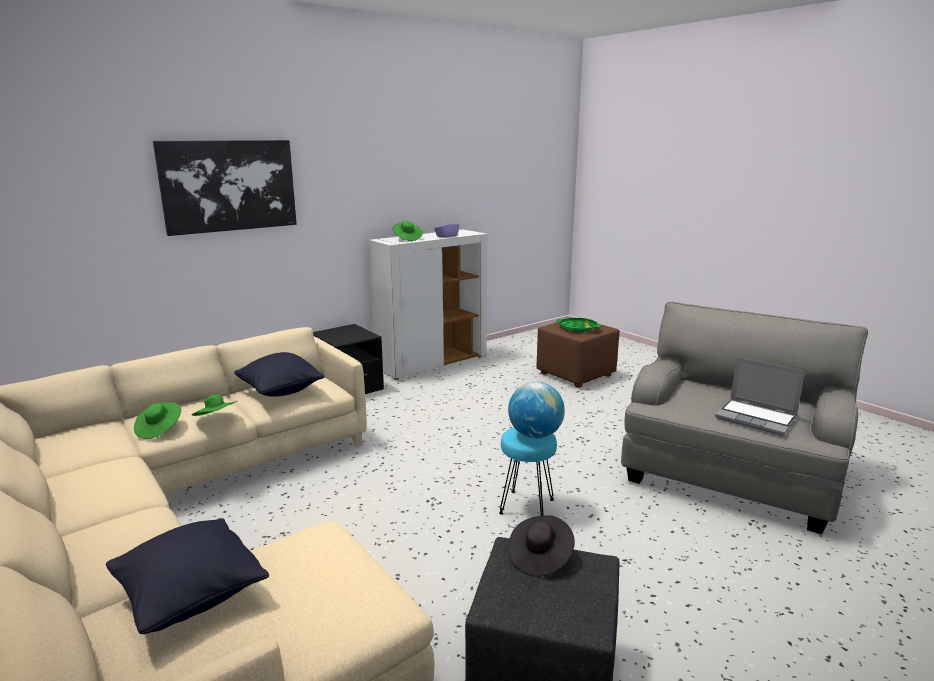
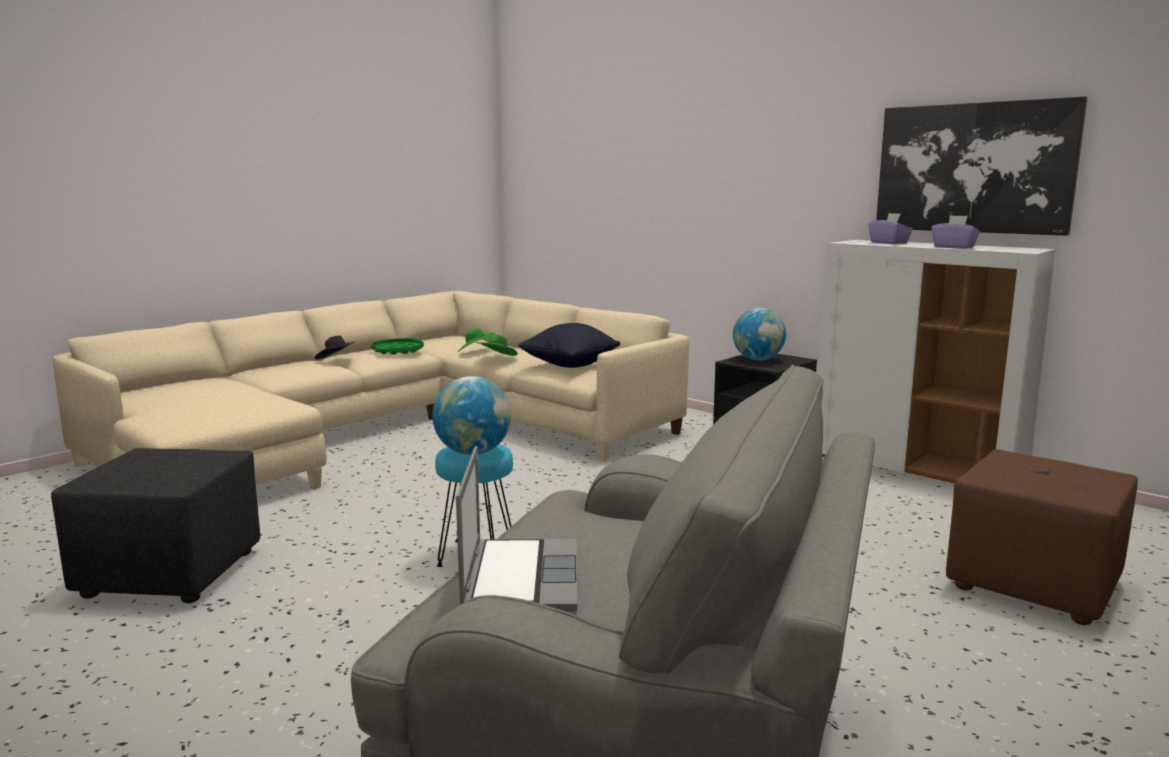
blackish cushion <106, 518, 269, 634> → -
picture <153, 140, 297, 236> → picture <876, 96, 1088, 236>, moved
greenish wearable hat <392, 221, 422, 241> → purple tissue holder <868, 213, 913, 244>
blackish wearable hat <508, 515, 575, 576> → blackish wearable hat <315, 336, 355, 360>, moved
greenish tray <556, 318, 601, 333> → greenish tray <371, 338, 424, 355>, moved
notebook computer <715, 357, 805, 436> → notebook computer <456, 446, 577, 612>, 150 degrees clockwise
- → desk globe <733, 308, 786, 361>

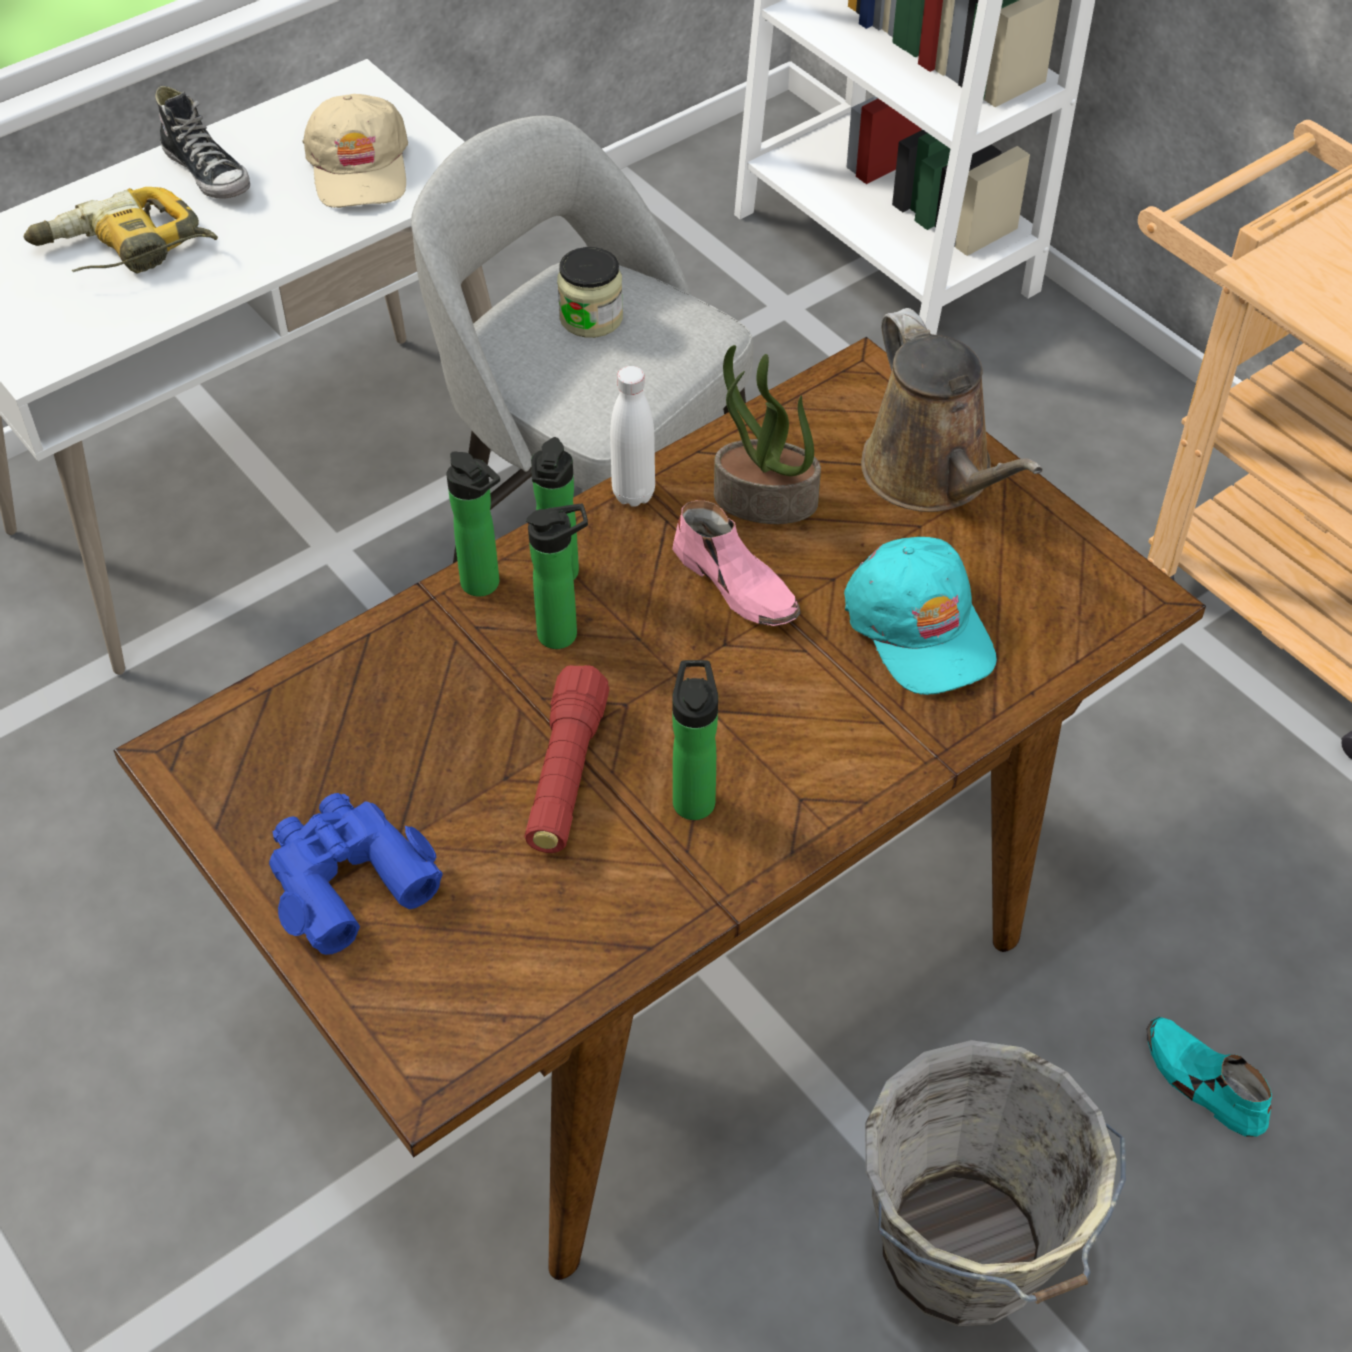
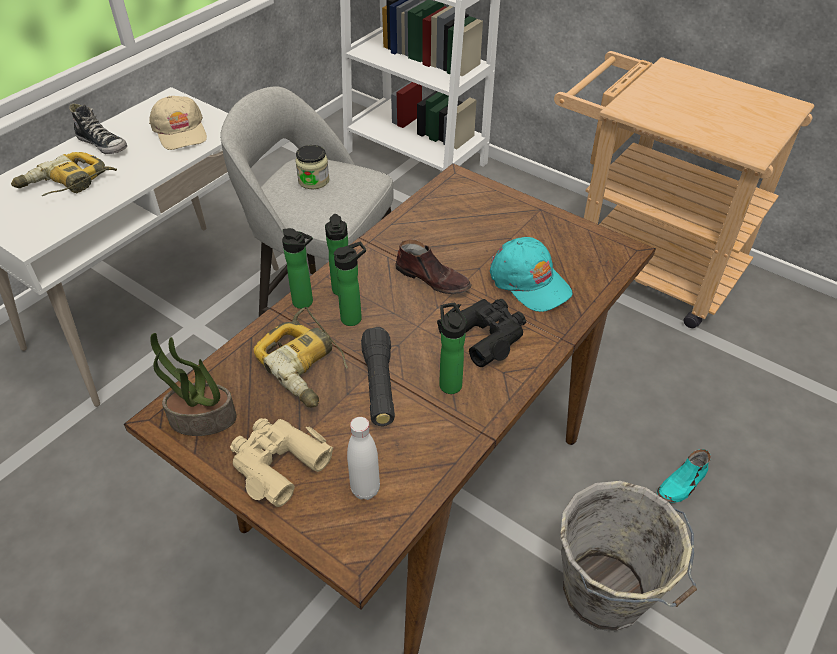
blue-coloured field glasses <269, 793, 443, 955> → sand-coloured field glasses <230, 418, 333, 507>
red-coloured torch <524, 665, 609, 853> → blackish torch <361, 327, 395, 426>
whitish drink bottle <610, 366, 655, 507> → whitish drink bottle <347, 417, 380, 500>, moved
pink shoe <672, 500, 801, 626> → brown-coloured shoe <395, 239, 472, 294>
houseplant <714, 345, 821, 524> → houseplant <150, 333, 237, 436>, moved
brown-coloured sprinkling can <861, 308, 1043, 512> → -
turquoise shoe <1147, 1017, 1272, 1137> → turquoise shoe <657, 449, 711, 503>, 75 degrees counterclockwise
- → power drill <253, 307, 348, 408>
- → blackish field glasses <437, 299, 526, 367>

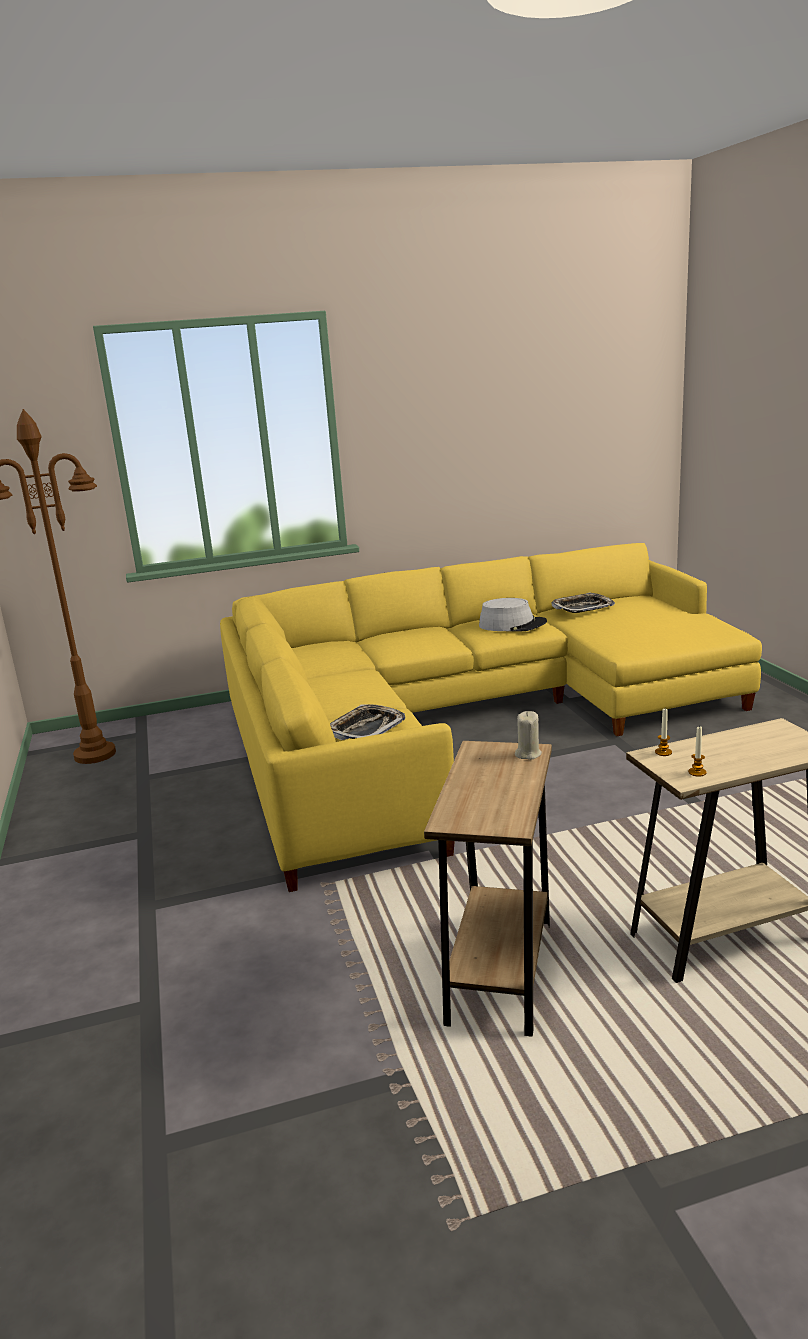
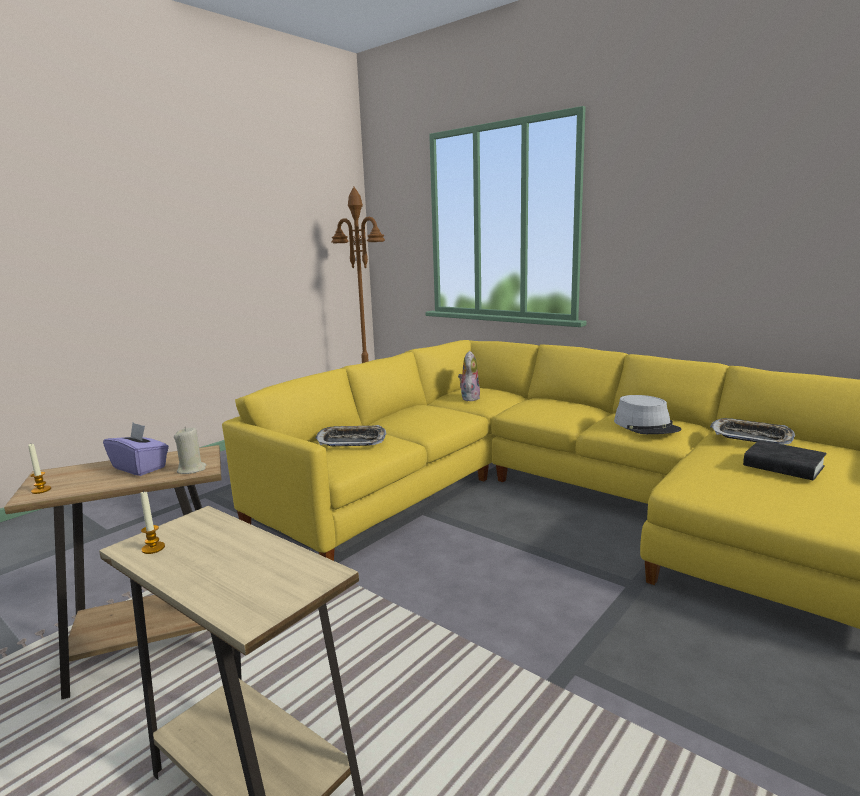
wax candle <655, 709, 672, 756> → wax candle <28, 444, 51, 494>, moved
- → purple tissue holder <103, 423, 169, 476>
- → cuddly toy <458, 351, 480, 401>
- → blackish bound book <743, 440, 827, 481>

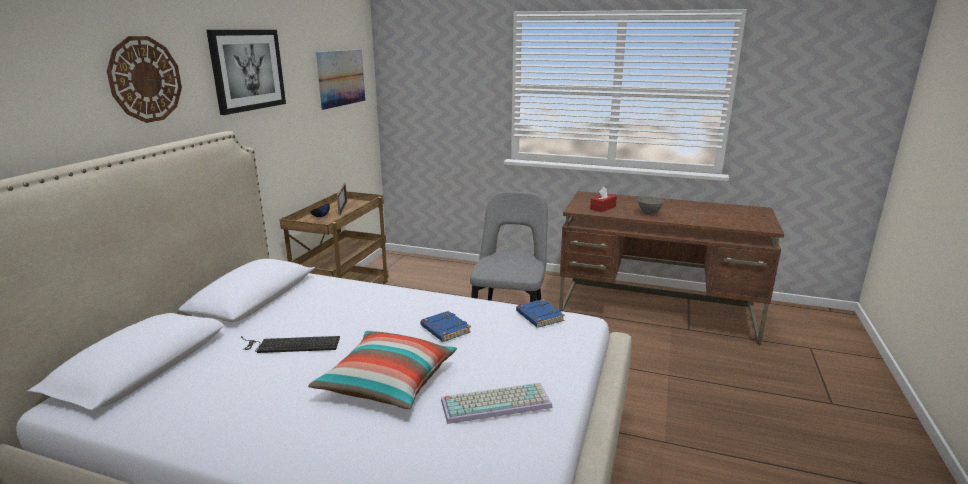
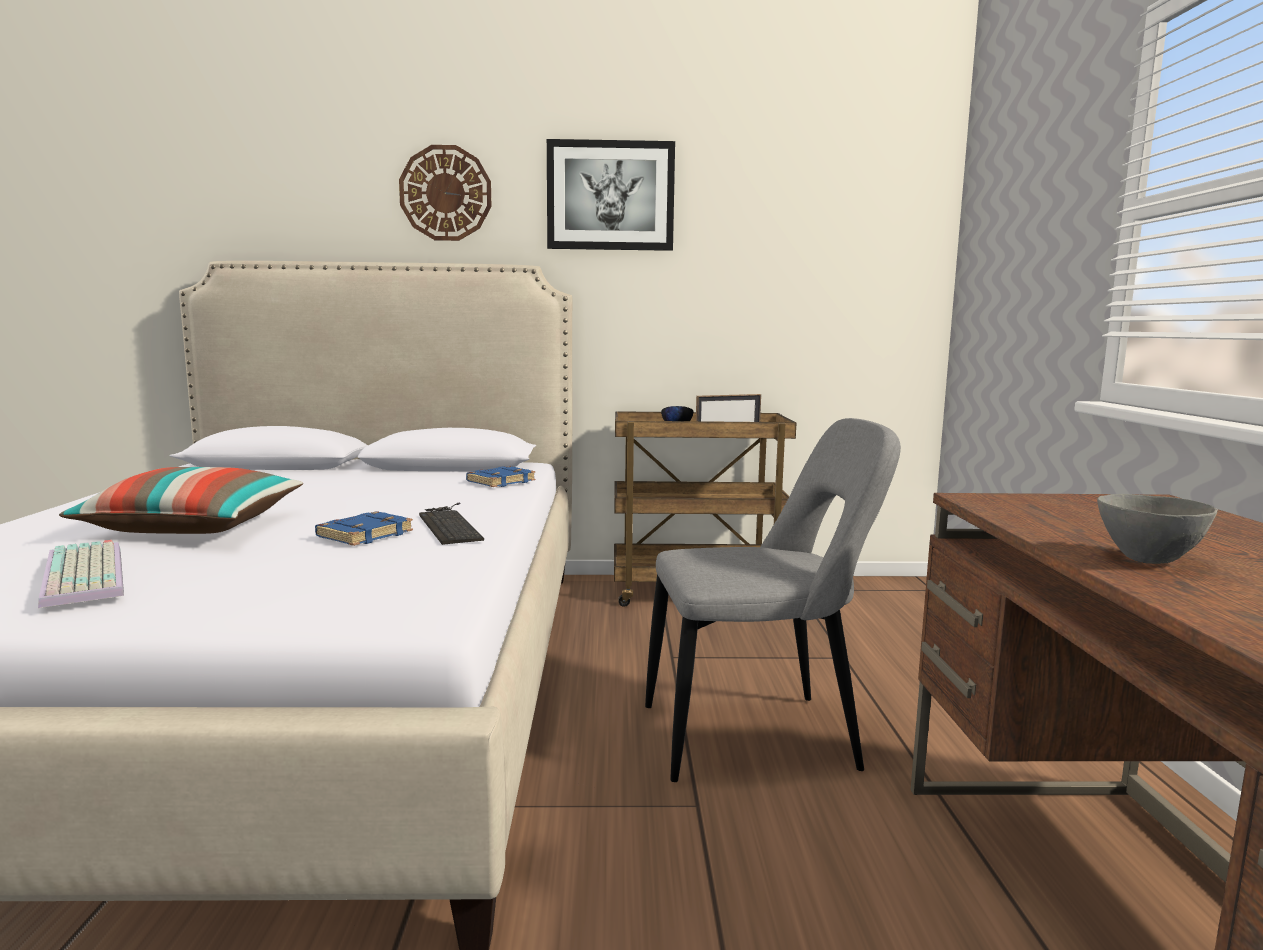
PC keyboard <241, 336, 340, 353> → PC keyboard <419, 503, 484, 545>, moved
picture <316, 50, 365, 110> → -
blue-coloured bound book <516, 299, 565, 328> → blue-coloured bound book <466, 466, 536, 487>, moved
red-coloured tissue holder <590, 186, 617, 212> → -

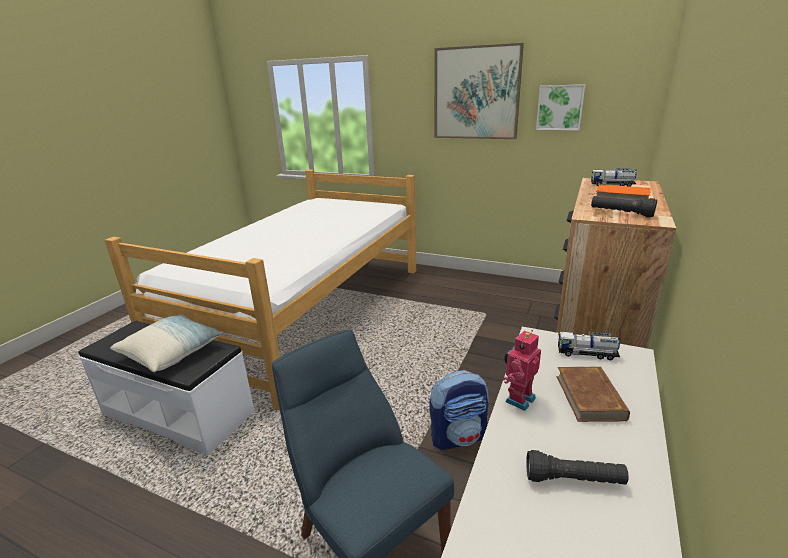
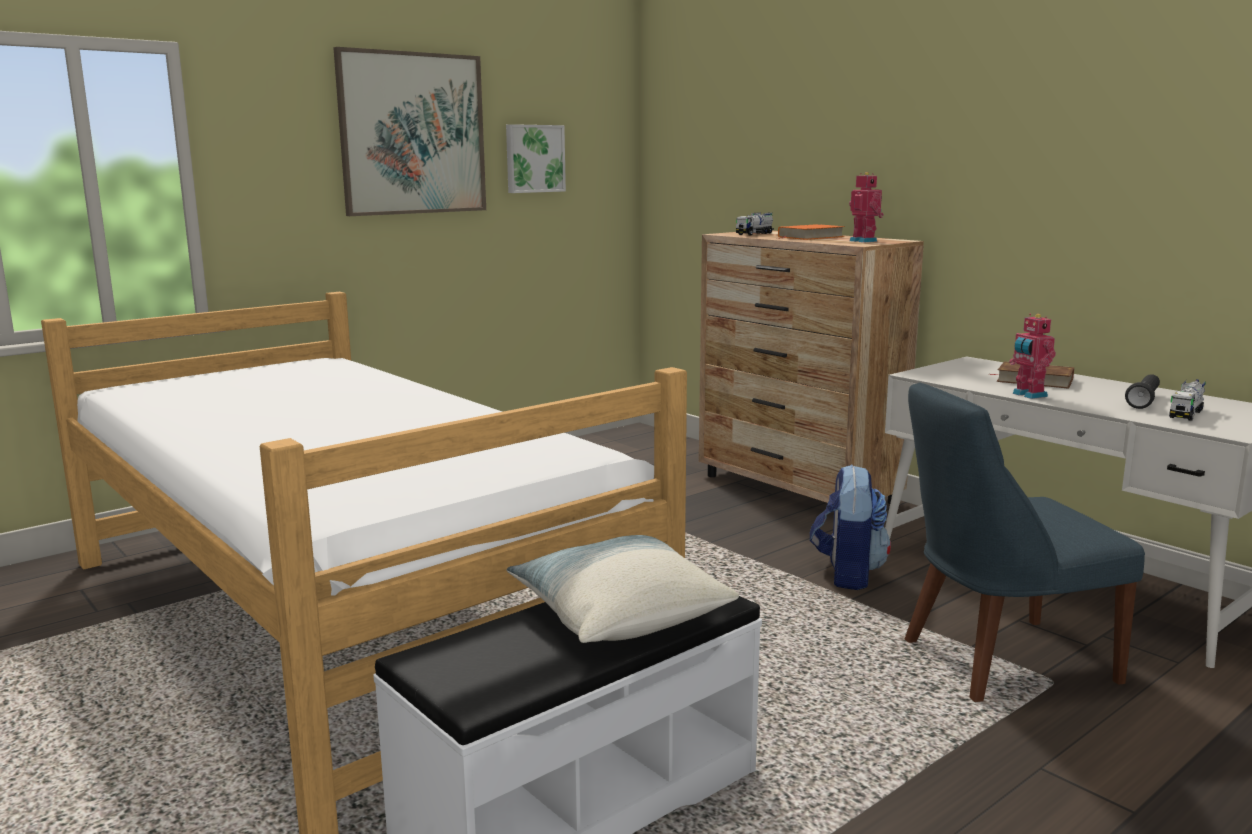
toy lorry <558, 331, 620, 360> → toy lorry <1169, 380, 1206, 421>, moved
blackish torch <591, 196, 657, 218> → toy robot <849, 172, 884, 243>

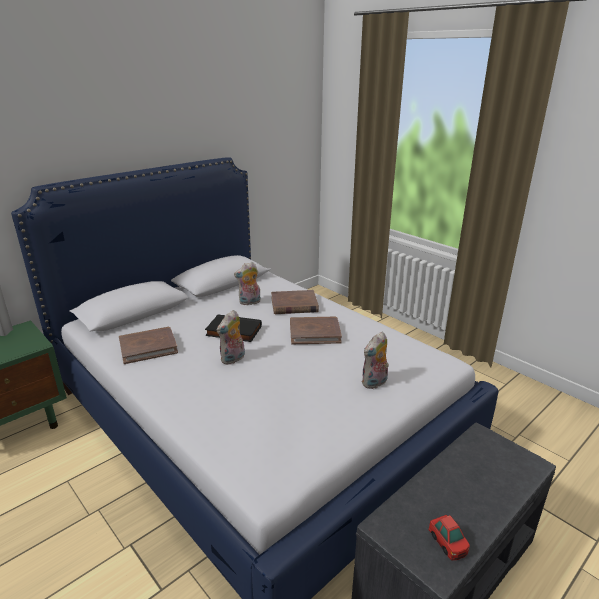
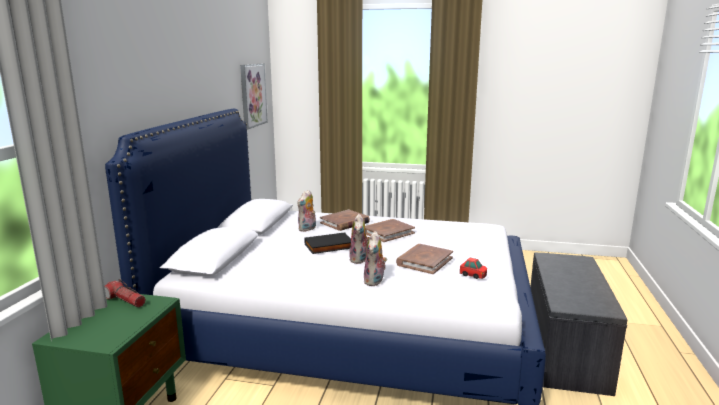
brown-coloured bound book <119, 327, 178, 364> → brown-coloured bound book <396, 244, 453, 274>, moved
cuddly toy <362, 331, 389, 389> → cuddly toy <364, 231, 387, 286>, moved
miniature car <429, 515, 470, 560> → miniature car <460, 258, 487, 279>, moved
- → torch <105, 279, 146, 307>
- → picture <240, 64, 268, 129>

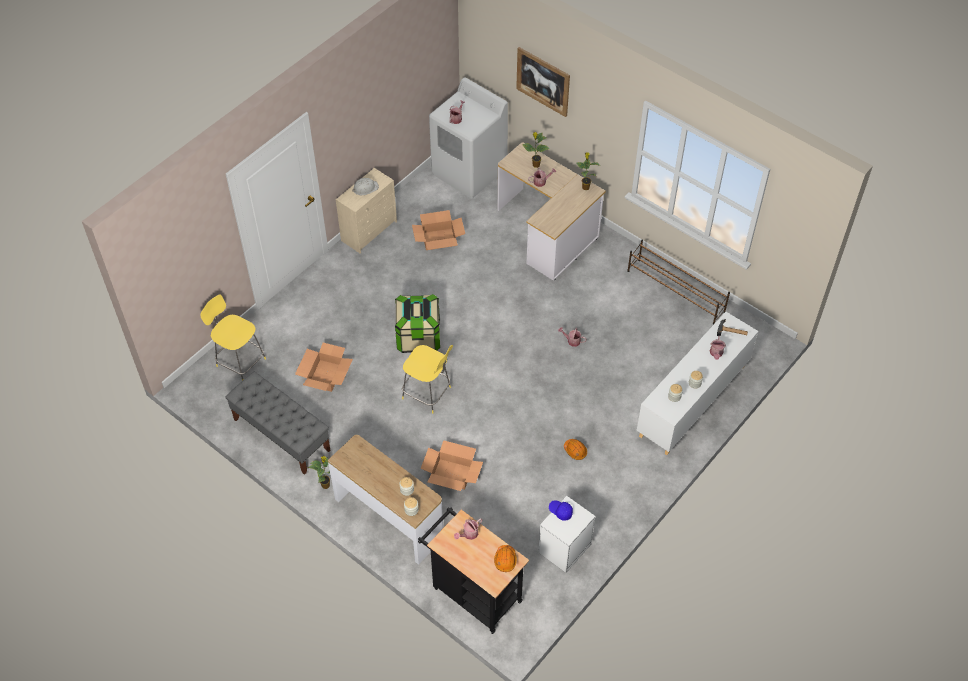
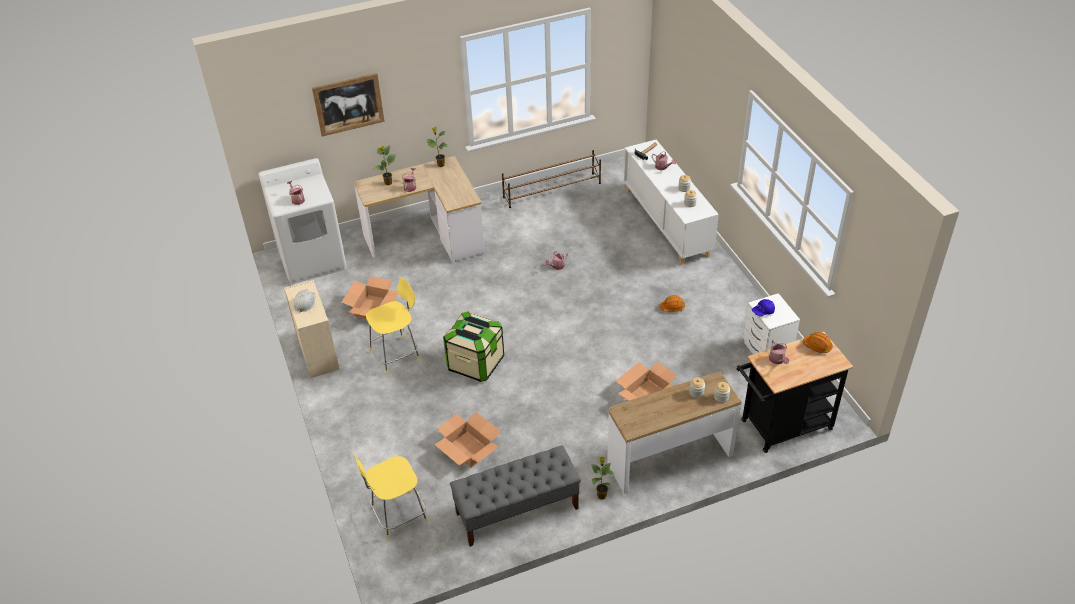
yellowish stool seat <402, 345, 453, 413> → yellowish stool seat <366, 277, 420, 375>, moved

